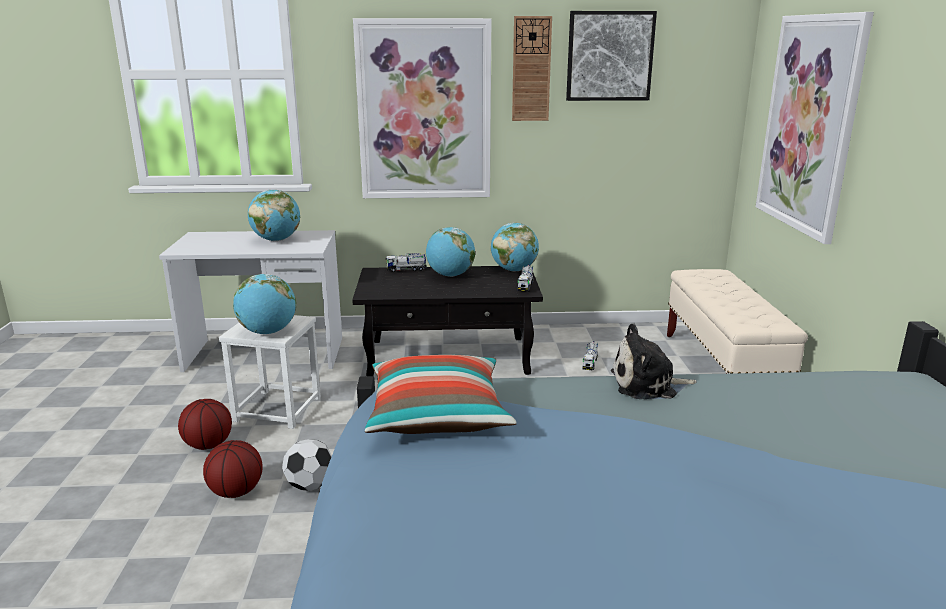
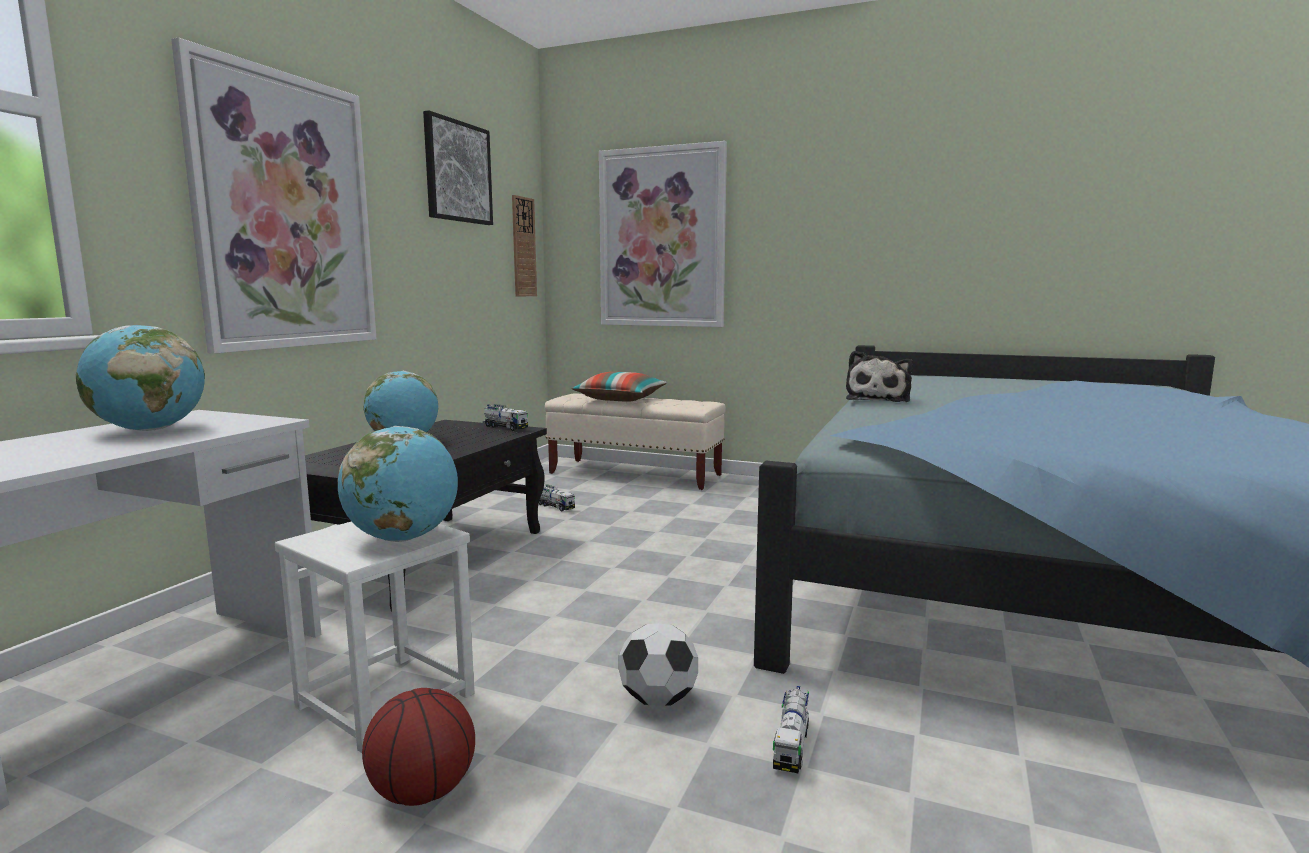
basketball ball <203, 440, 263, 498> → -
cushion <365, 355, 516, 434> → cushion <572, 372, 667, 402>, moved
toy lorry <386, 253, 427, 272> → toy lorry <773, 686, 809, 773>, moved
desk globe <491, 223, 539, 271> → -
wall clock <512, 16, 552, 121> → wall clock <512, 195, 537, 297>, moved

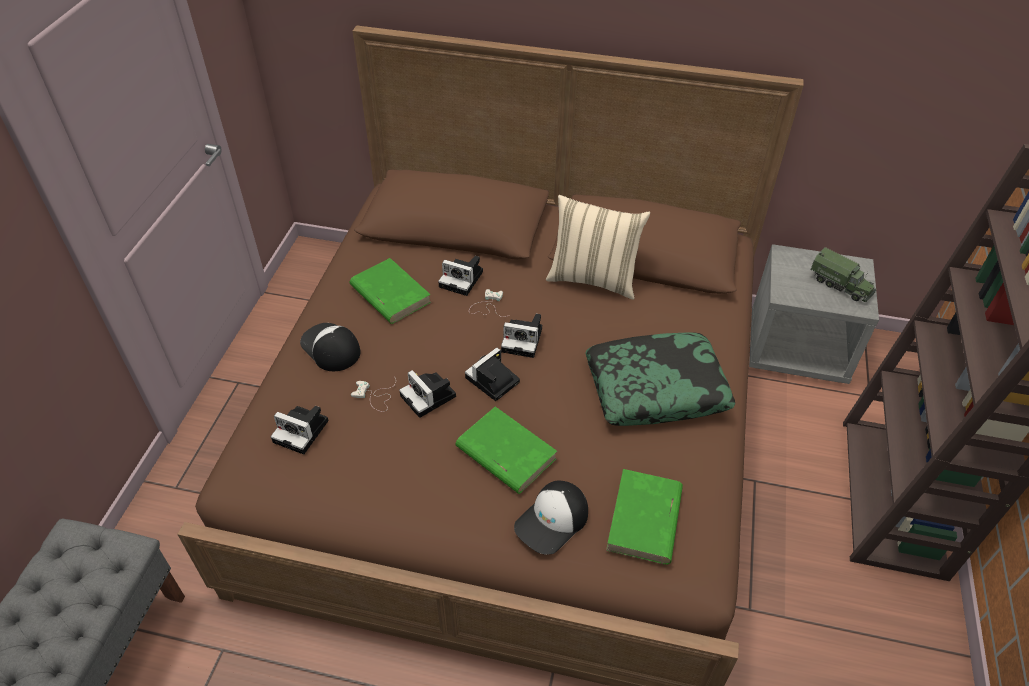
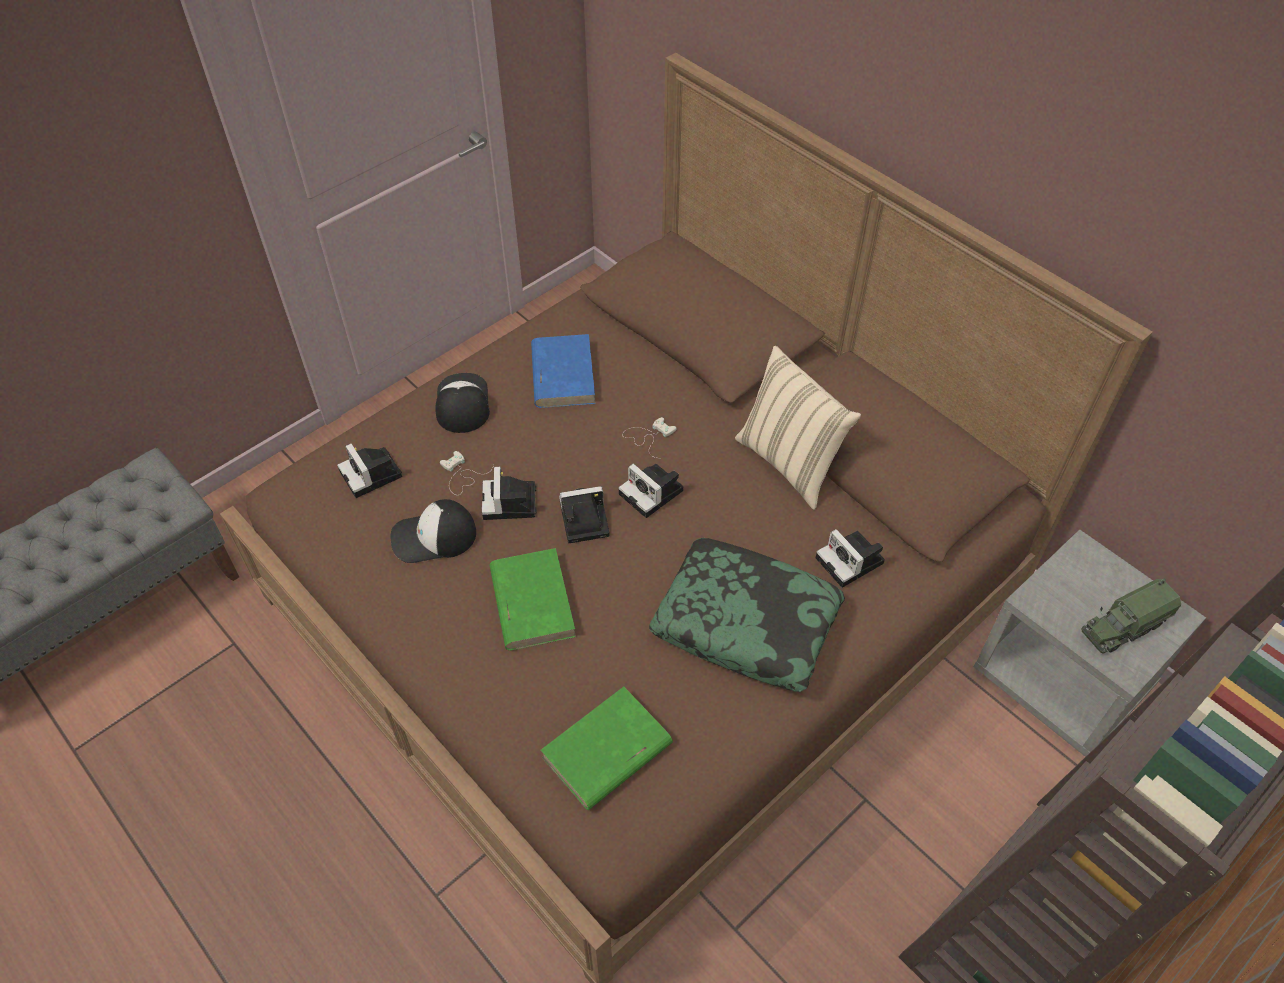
greenish bound book <350, 258, 431, 324> → blue-coloured bound book <531, 334, 595, 408>
photo camera <438, 256, 483, 296> → photo camera <816, 529, 885, 588>, moved
baseball cap <514, 481, 588, 554> → baseball cap <391, 499, 476, 563>, moved
toy lorry <810, 247, 876, 302> → toy lorry <1082, 579, 1181, 654>, 75 degrees clockwise

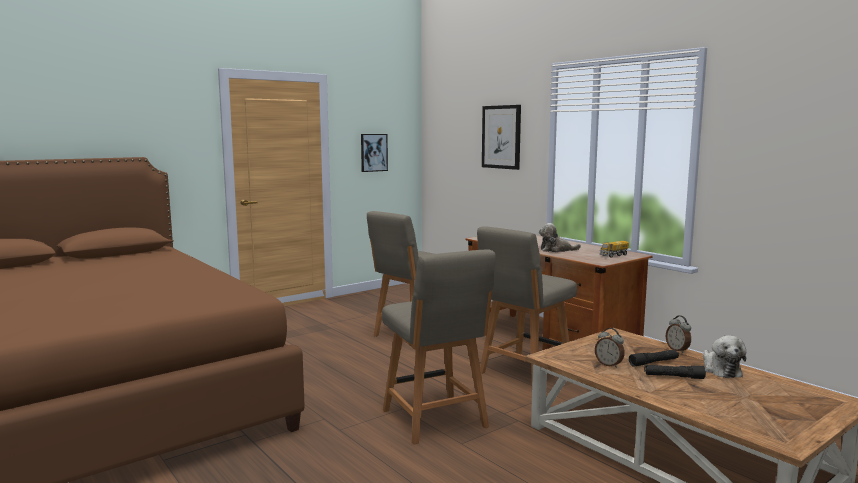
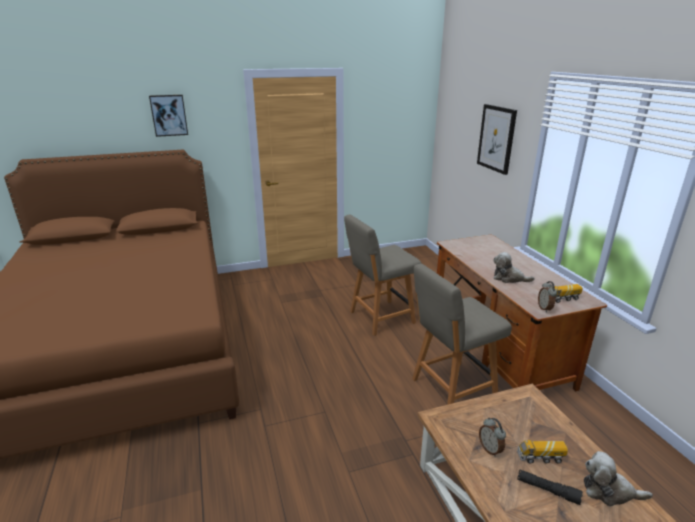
picture <361, 134, 388, 172> → picture <149, 95, 188, 137>, moved
gray upright chair <382, 250, 496, 444> → -
blackish torch <629, 350, 679, 367> → toy lorry <517, 440, 568, 464>
table clock <666, 316, 691, 353> → table clock <538, 281, 557, 313>, moved
cuddly toy <703, 335, 746, 378> → cuddly toy <584, 451, 653, 506>, 90 degrees clockwise

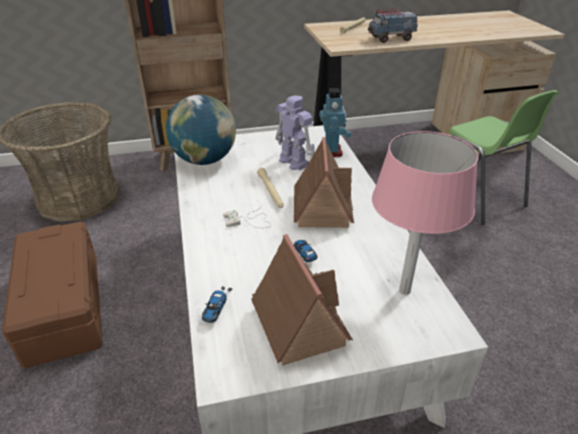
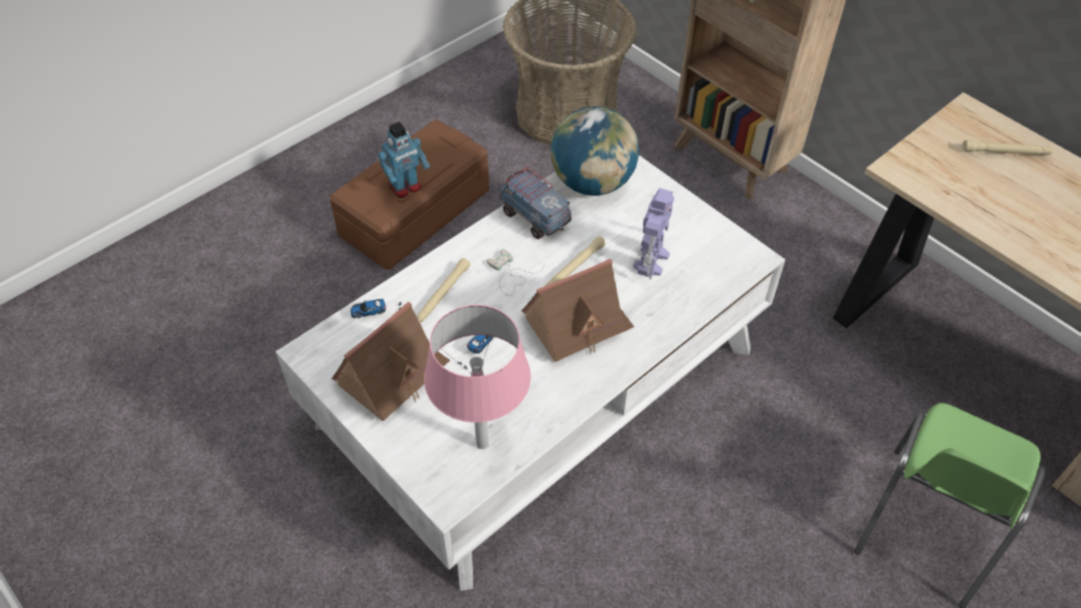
toy robot <319, 88, 351, 157> → toy robot <378, 122, 430, 198>, moved
toy lorry <368, 8, 418, 43> → toy lorry <499, 166, 571, 239>, moved
- → sand-coloured torch <417, 258, 470, 322>

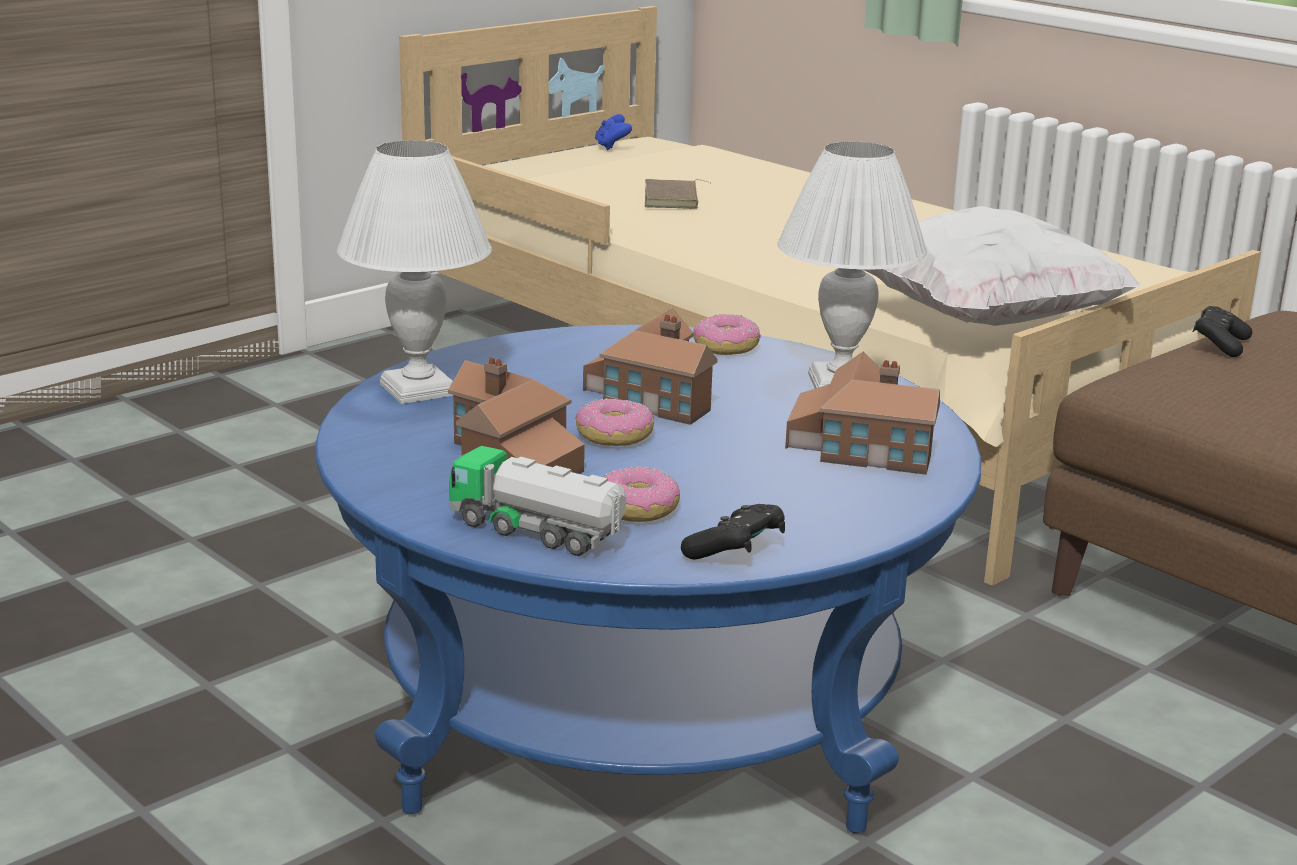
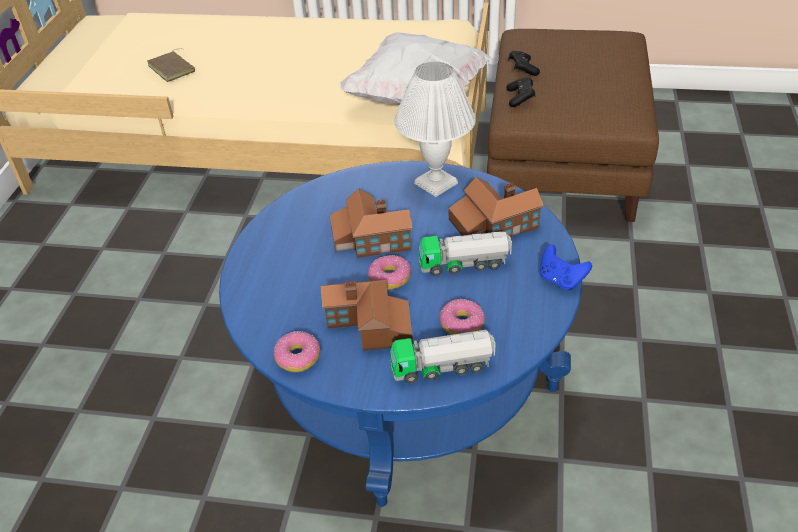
whitish tabletop lamp <337, 140, 492, 404> → -
blue-coloured gamepad <595, 114, 632, 150> → blue-coloured gamepad <540, 244, 592, 290>, moved
blackish gamepad <681, 504, 785, 559> → blackish gamepad <506, 77, 535, 107>, moved
ring doughnut <693, 314, 761, 355> → ring doughnut <274, 331, 320, 372>, moved
- → toy lorry <419, 231, 512, 276>

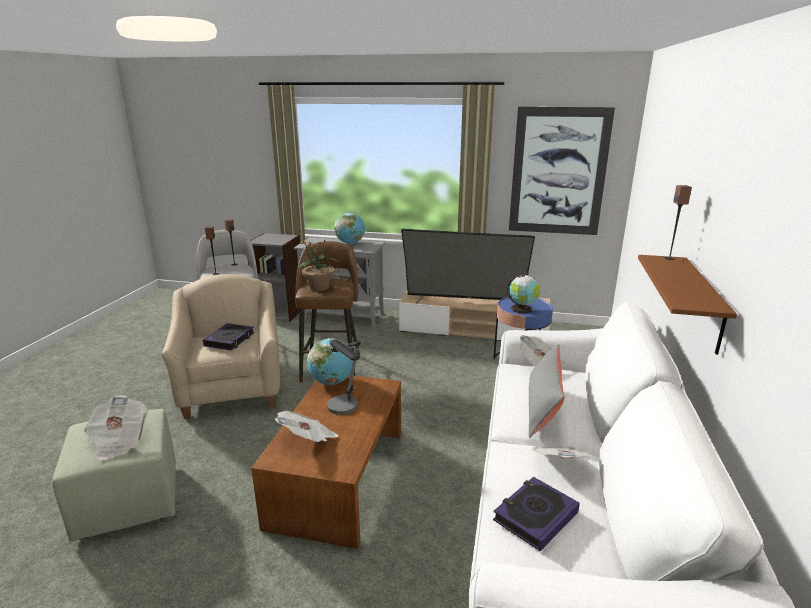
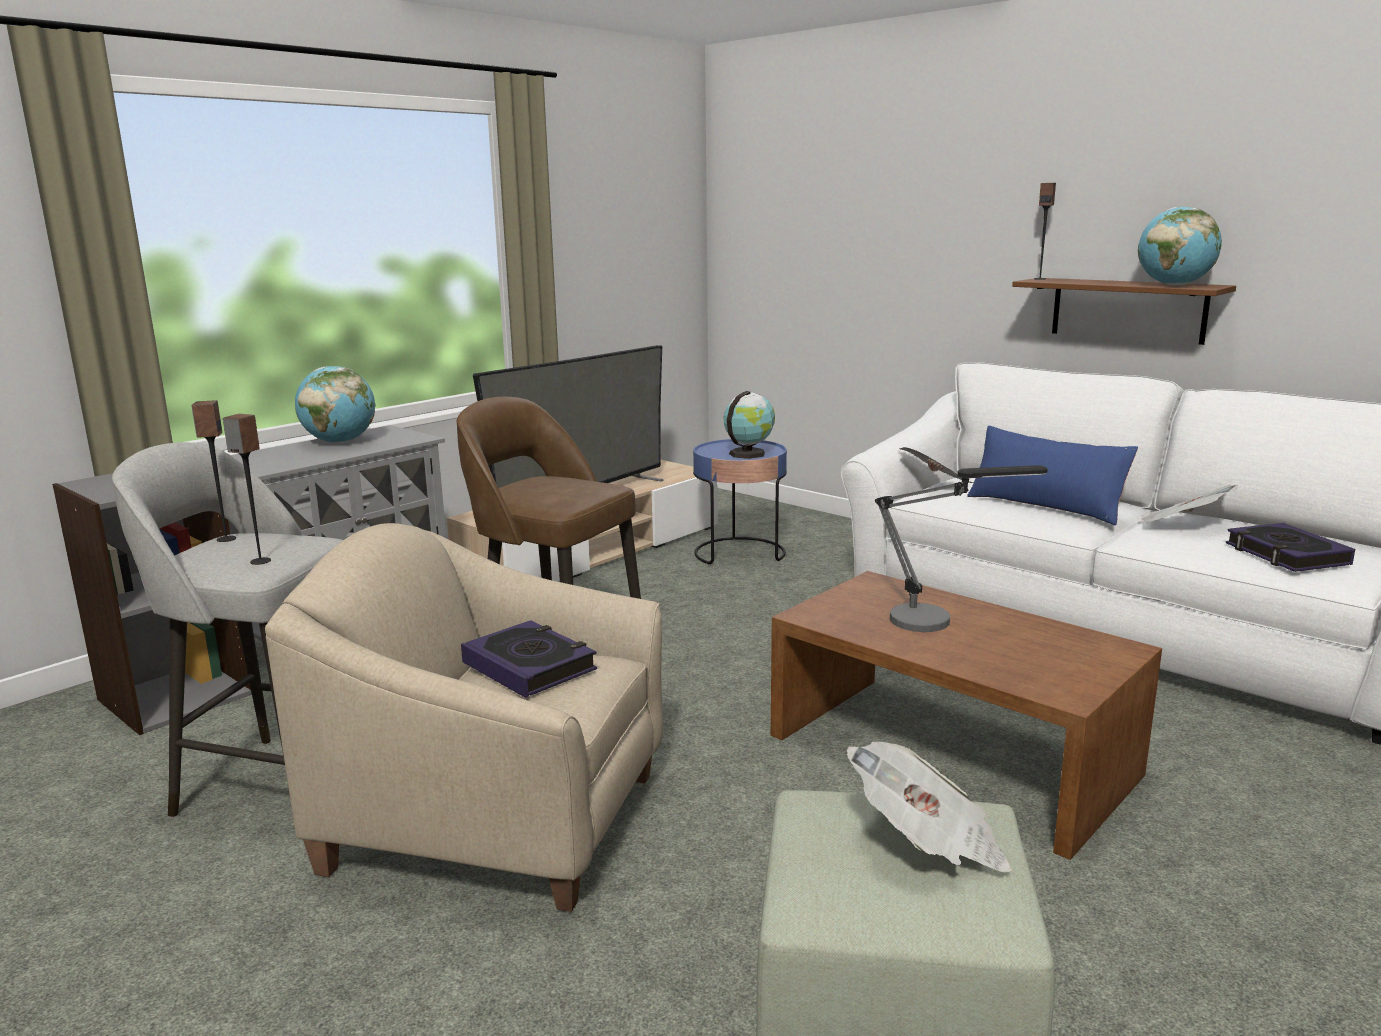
daily paper <274, 411, 338, 442> → -
houseplant <298, 239, 341, 291> → -
desk globe <307, 338, 353, 385> → desk globe <1138, 207, 1222, 286>, moved
picture <509, 107, 615, 235> → -
gray cushion <529, 344, 565, 438> → blue-coloured cushion <967, 425, 1138, 525>

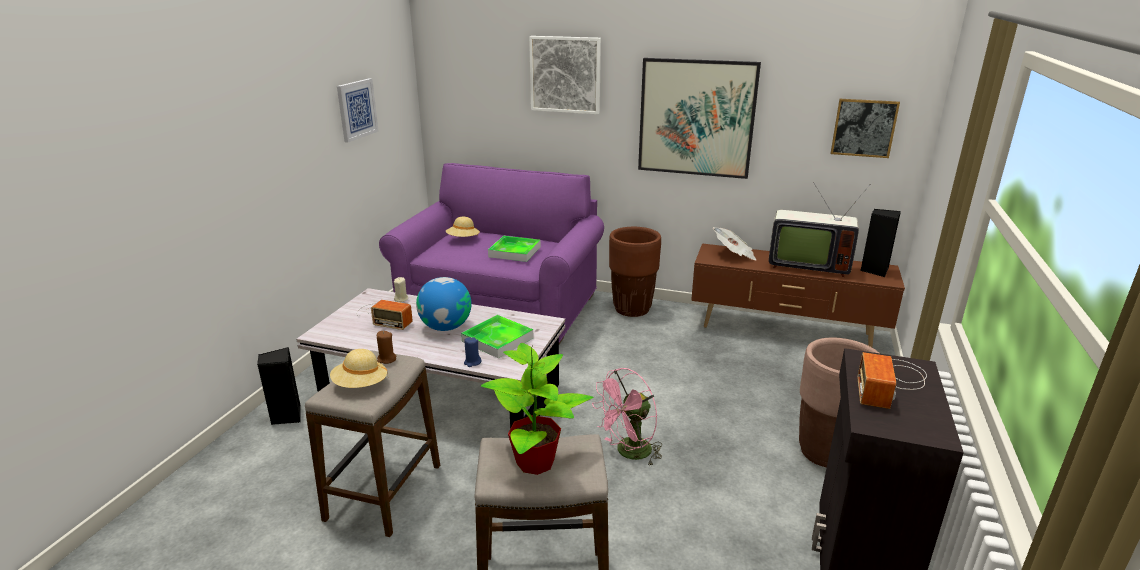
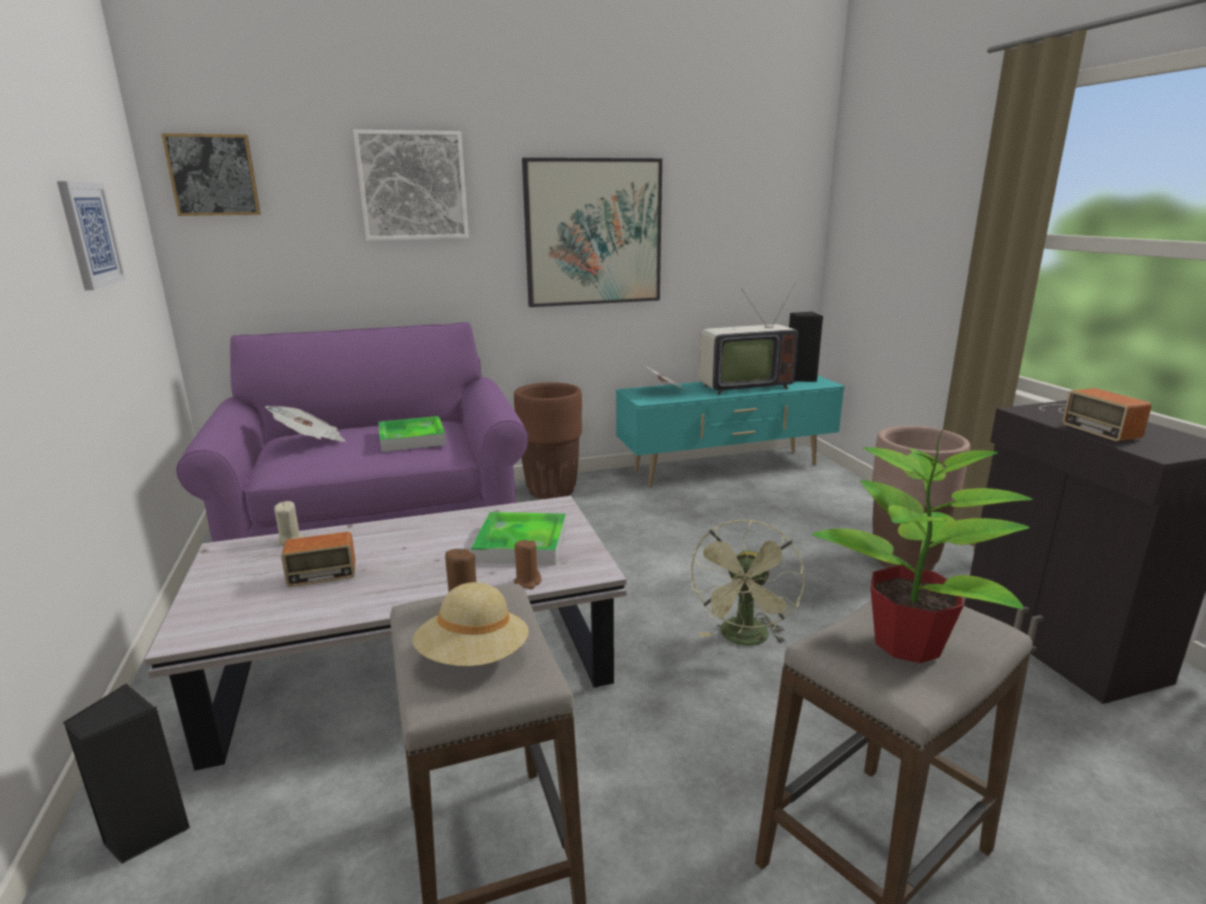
desk globe <416, 277, 472, 331> → -
sand-coloured wearable hat <446, 216, 480, 237> → daily paper <265, 406, 345, 442>
blue-coloured wax candle <464, 337, 482, 367> → brown-coloured wax candle <514, 539, 542, 589>
pink electric fan <592, 368, 662, 467> → greenish electric fan <690, 519, 805, 646>
brown-coloured media console <691, 243, 905, 348> → turquoise media console <616, 375, 845, 487>
picture <831, 99, 900, 158> → picture <161, 133, 261, 216>, moved

